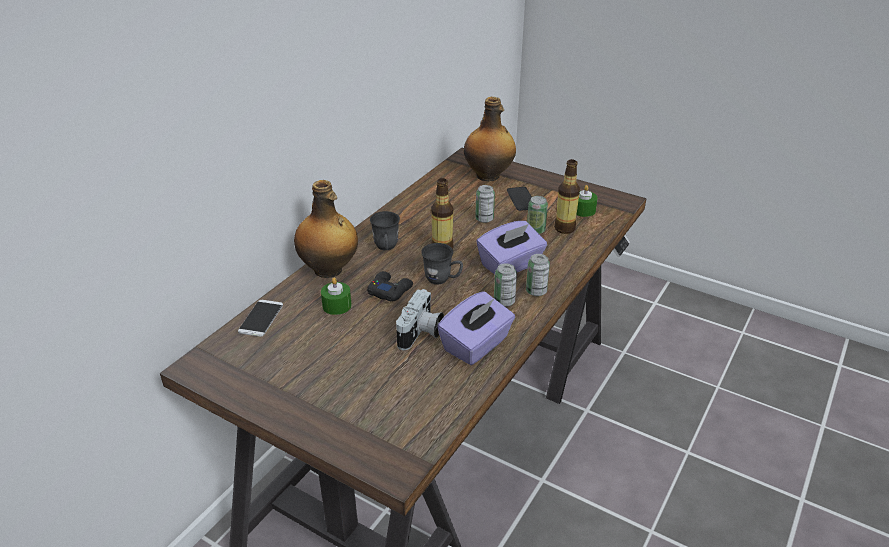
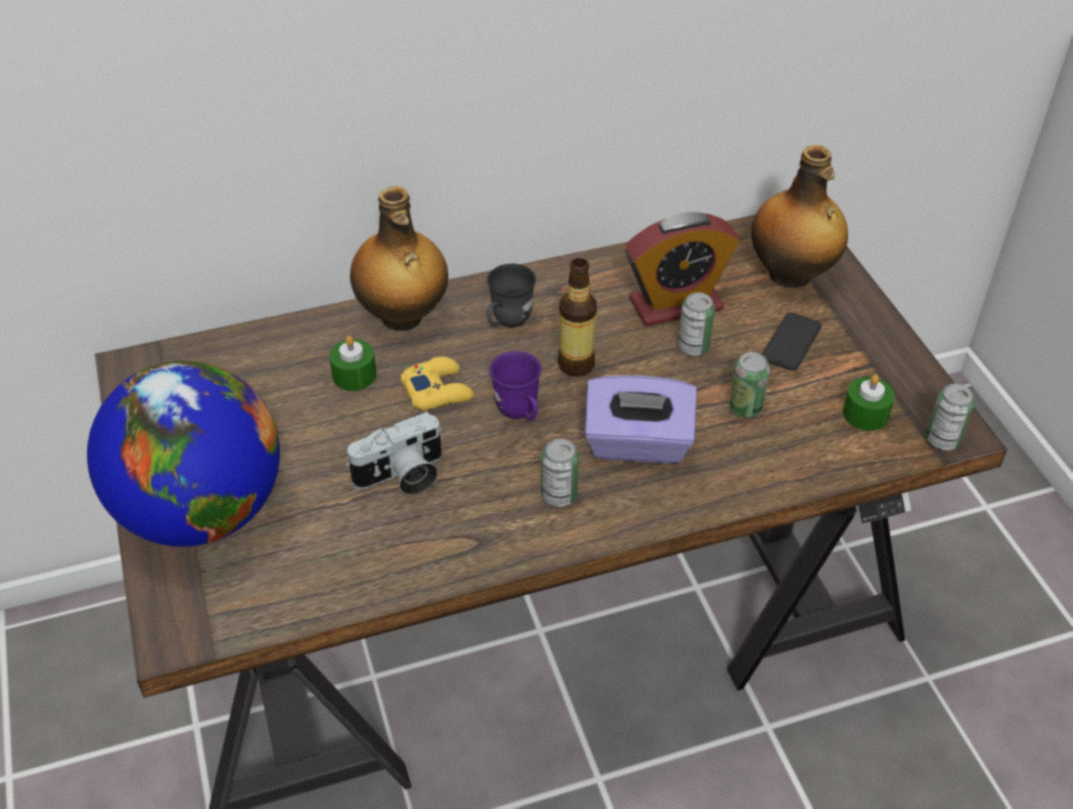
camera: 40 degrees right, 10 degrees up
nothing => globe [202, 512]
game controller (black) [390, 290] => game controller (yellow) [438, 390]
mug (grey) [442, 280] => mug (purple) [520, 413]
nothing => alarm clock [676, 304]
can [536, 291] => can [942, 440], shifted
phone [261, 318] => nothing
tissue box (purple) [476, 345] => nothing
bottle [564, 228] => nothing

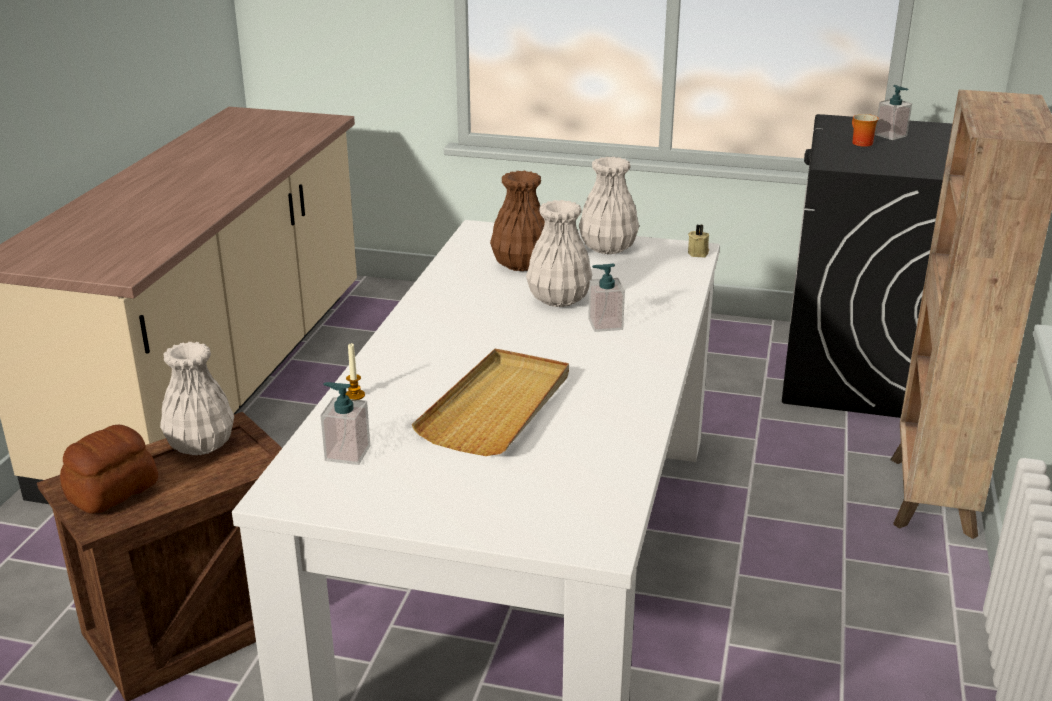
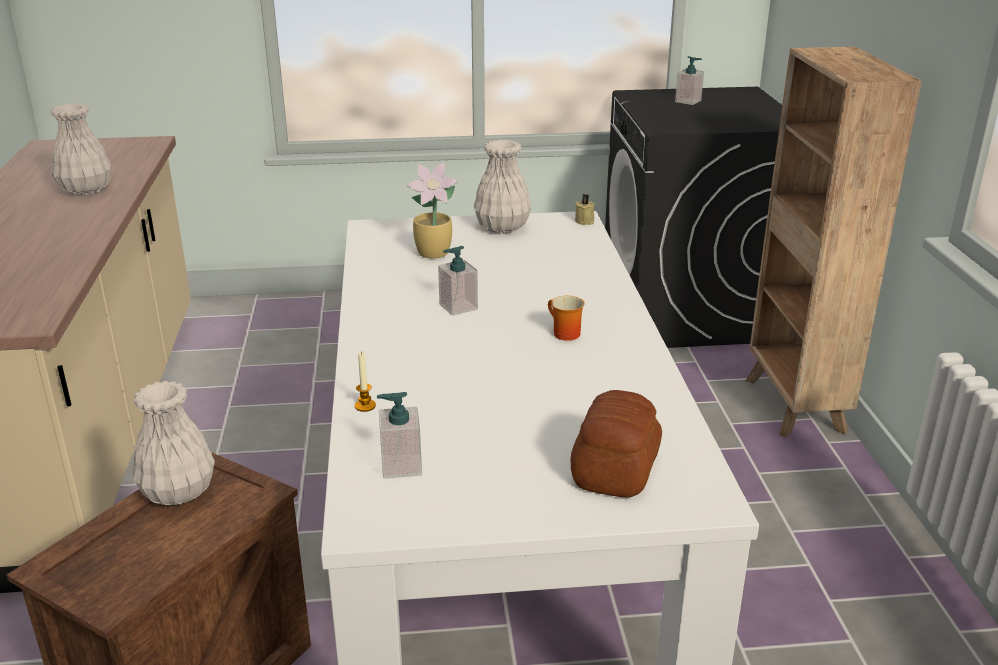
camera: 20 degrees left, 0 degrees up
vase (white) [559, 299] => vase (white) [86, 190], shifted
vase (brown) [522, 264] => potted plant [435, 253]
soap dispenser [605, 324] => soap dispenser [458, 307], shifted
mug [859, 143] => mug [563, 333], shifted
bread [111, 491] => bread [613, 470], shifted
tray (beige) [497, 406] => nothing

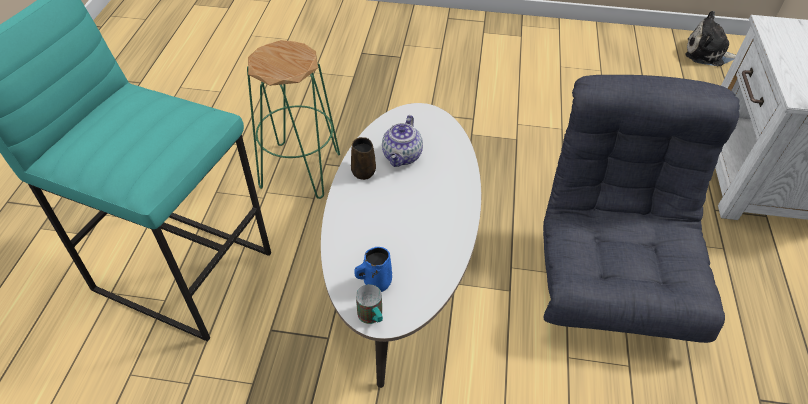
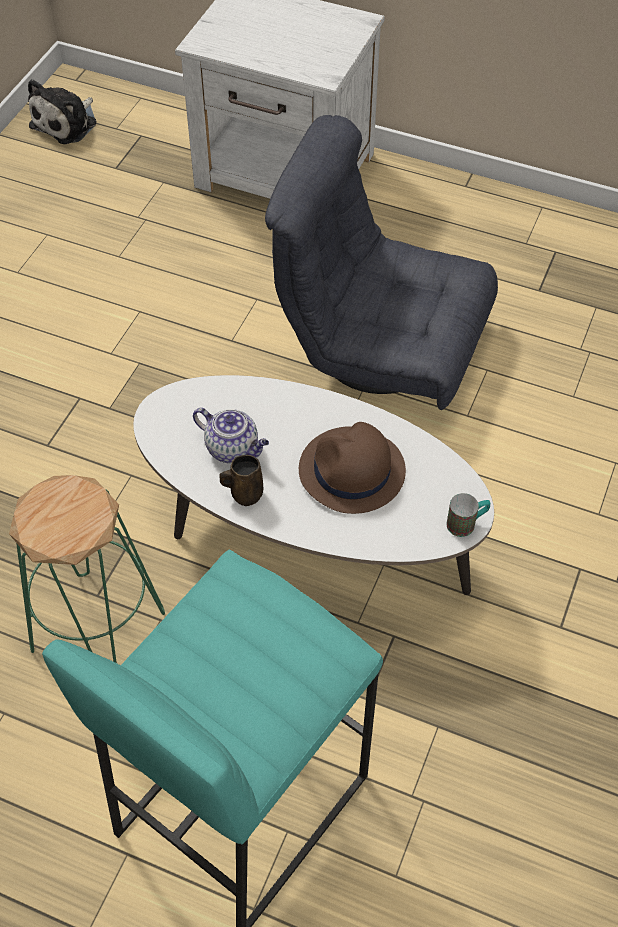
camera: 75 degrees left, 5 degrees up
nothing => hat (brown) [351, 471]
mug (blue) [375, 282] => nothing

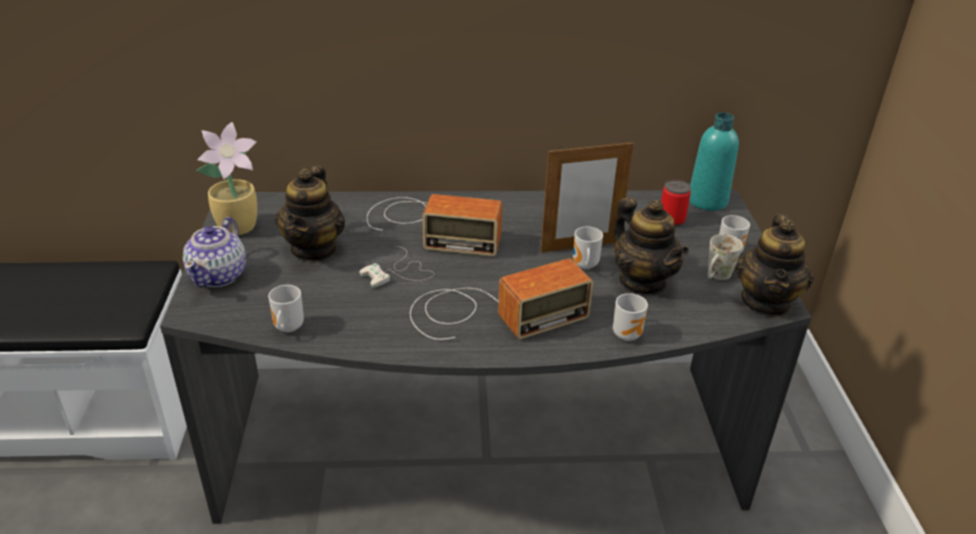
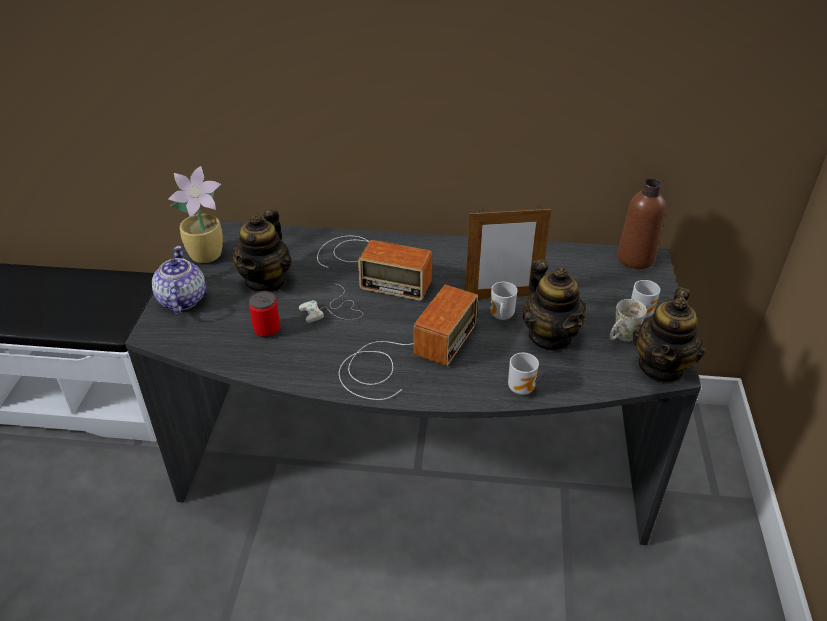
camera: 10 degrees right, 5 degrees up
teapot [219, 275] => teapot [181, 300], 150 degrees clockwise
can [671, 220] => can [267, 330], shifted
radio [491, 313] => radio [404, 356], 45 degrees counterclockwise
bottle (turquoise) [707, 201] => bottle (brown) [635, 258]
mug [287, 328] => nothing

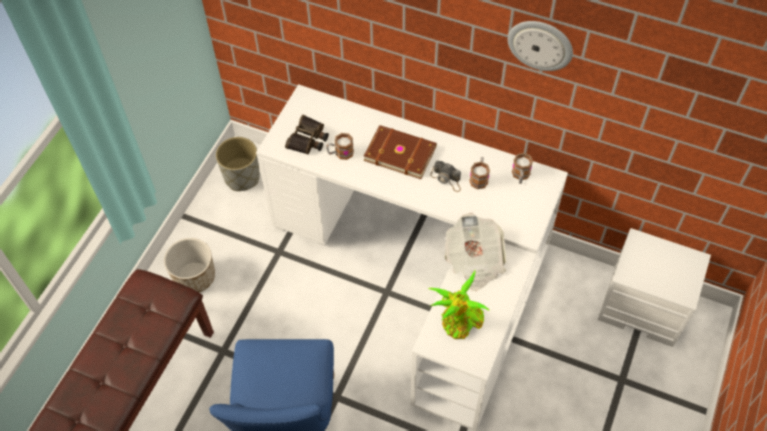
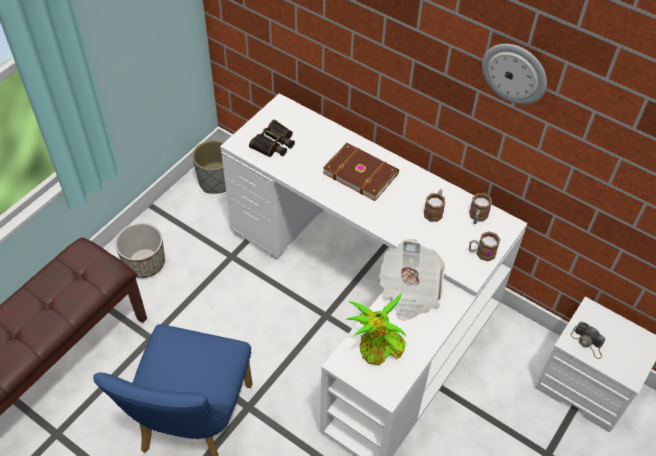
camera: 10 degrees right, 5 degrees down
mug [340, 153] => mug [481, 253], shifted
photo camera [447, 179] => photo camera [588, 343], shifted

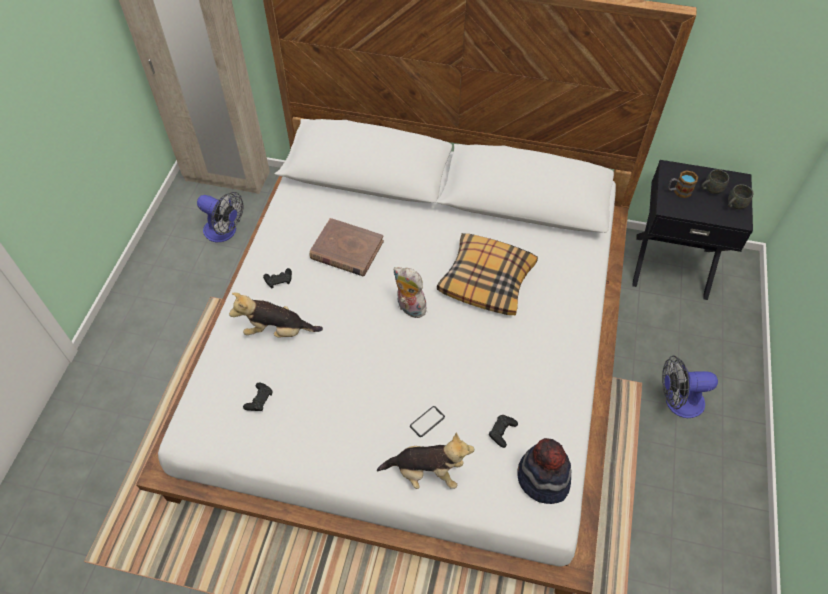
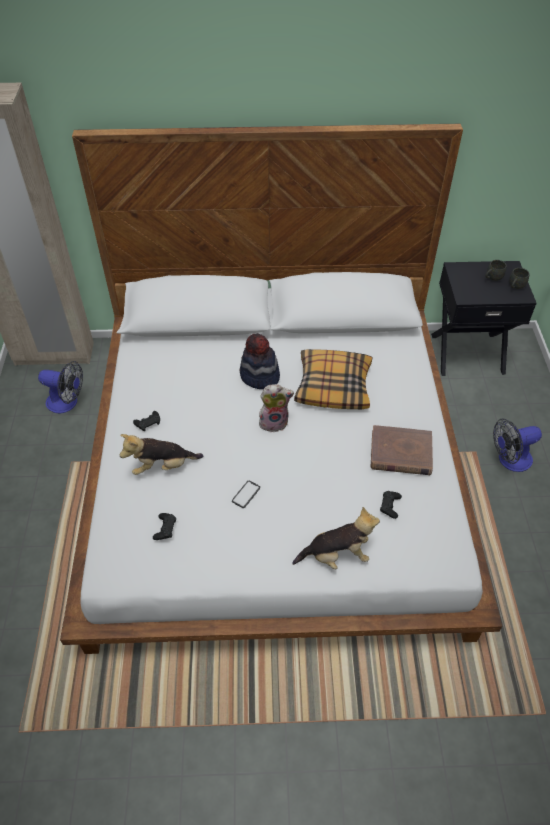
camera: 15 degrees left, 5 degrees down
phone [427, 421] => phone [246, 494], shifted
hat [542, 479] => hat [259, 376], shifted
plush toy [409, 308] => plush toy [274, 422], 150 degrees clockwise
book (brown) [346, 250] => book (brown) [400, 453], shifted
mug [678, 191] => nothing

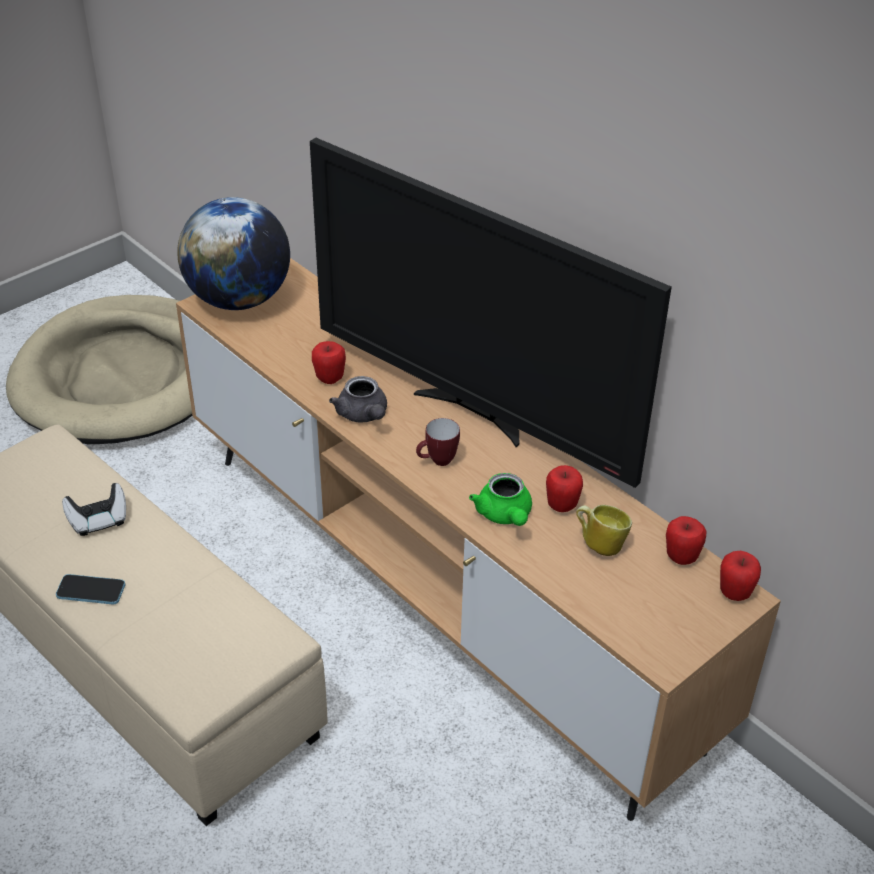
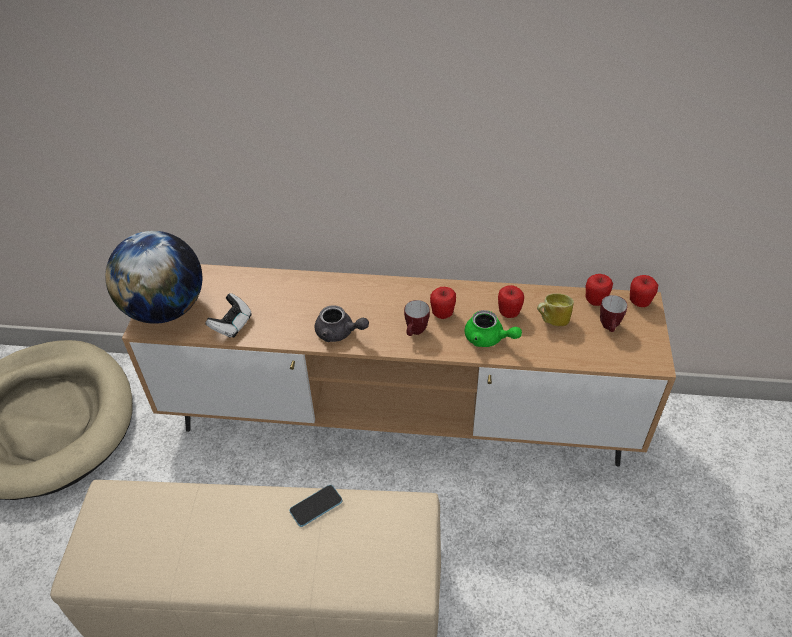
camera: 40 degrees left, 5 degrees up
game controller [98, 520] => game controller [232, 324], shifted
phone [91, 591] => phone [316, 506], shifted
apple [329, 378] => apple [442, 314], shifted
nothing => mug [609, 328]
television [474, 413] => nothing

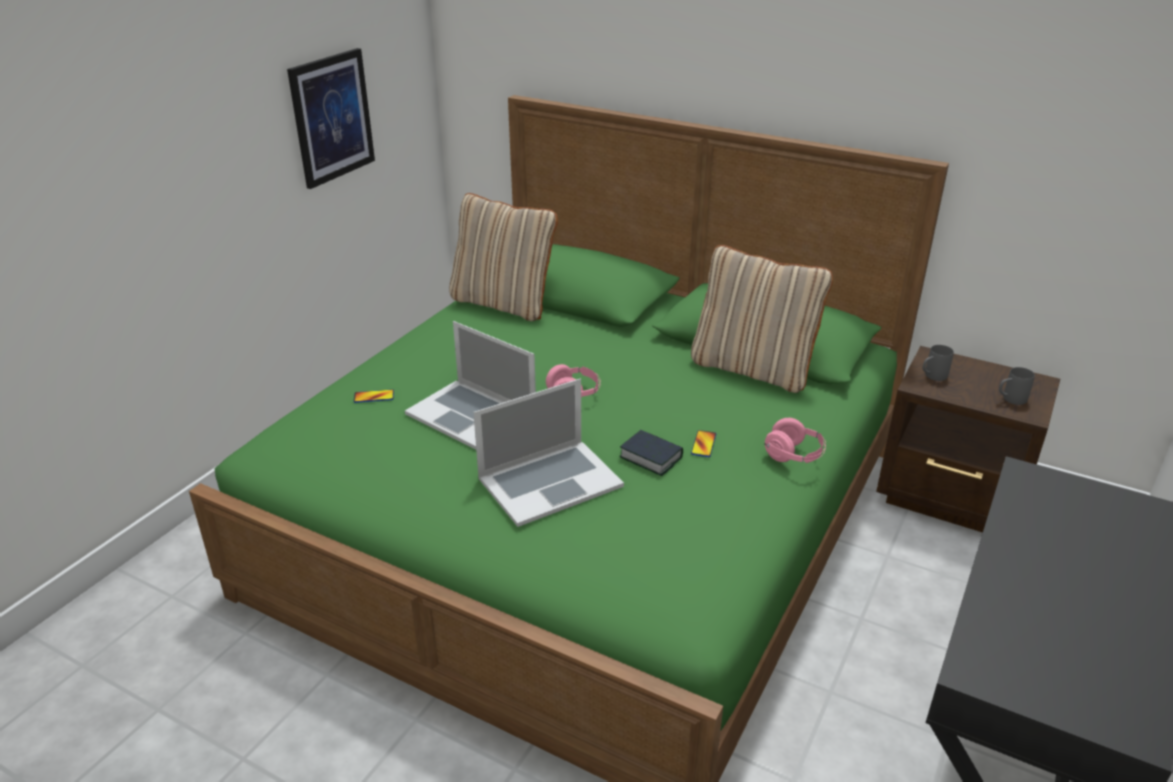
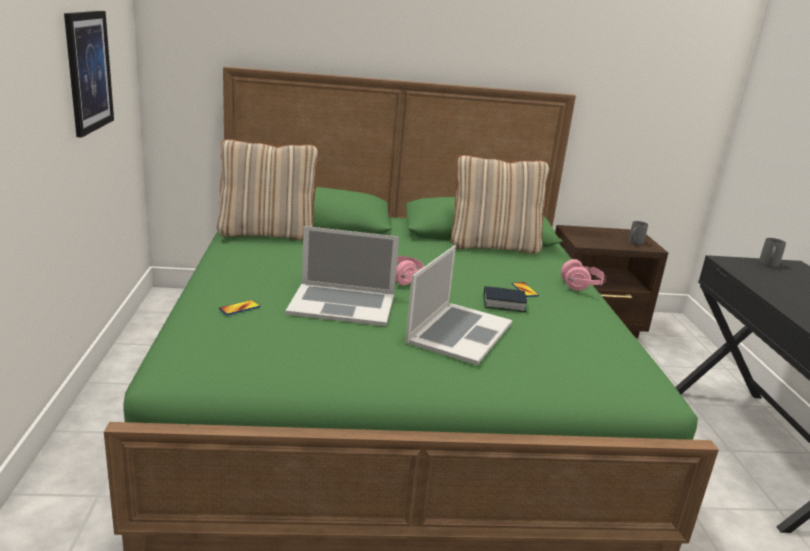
camera: 35 degrees left, 10 degrees down
mug (grey) [932, 376] => mug (grey) [768, 265], shifted

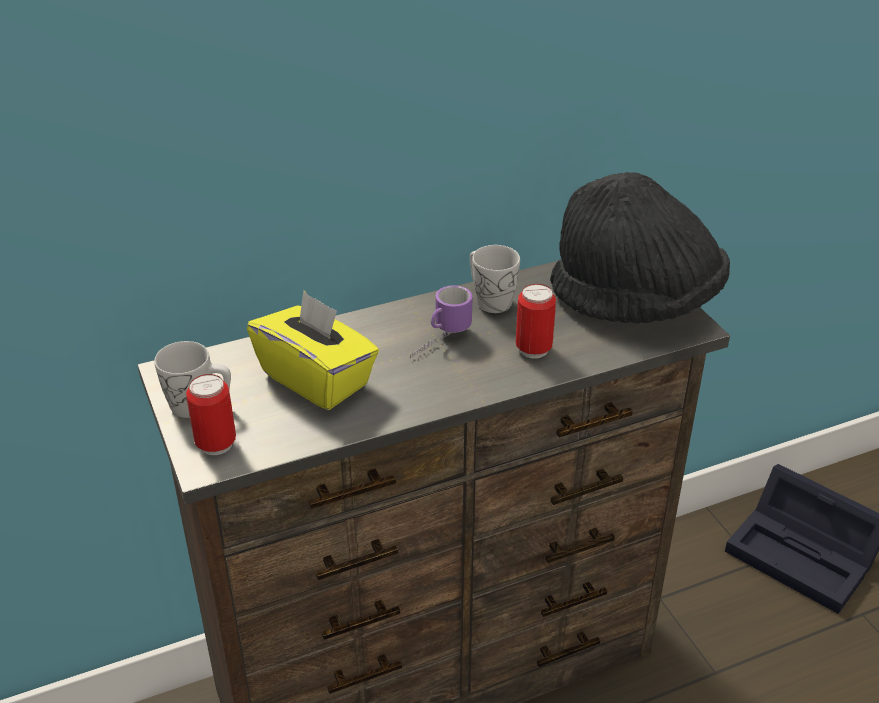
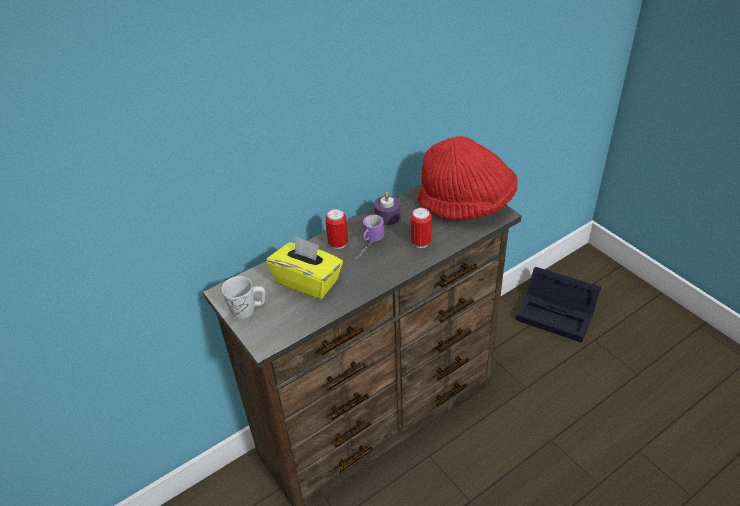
camera: 10 degrees left, 5 degrees up
can [216, 444] => can [338, 243], shifted
mug (white) [489, 299] => candle (purple) [387, 216]
hat (black) [635, 303] => hat (red) [466, 205]

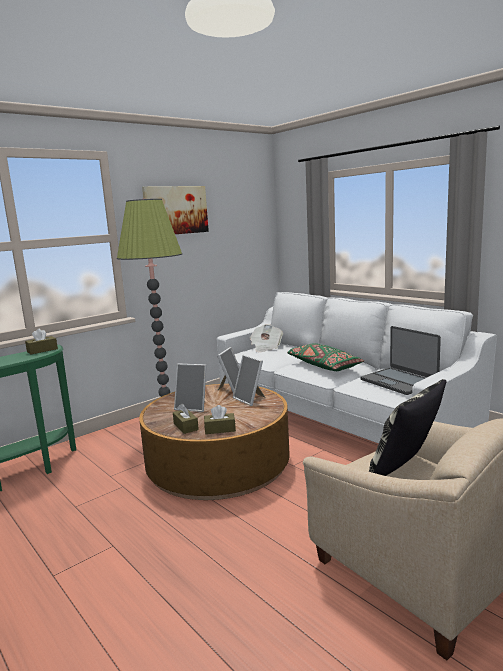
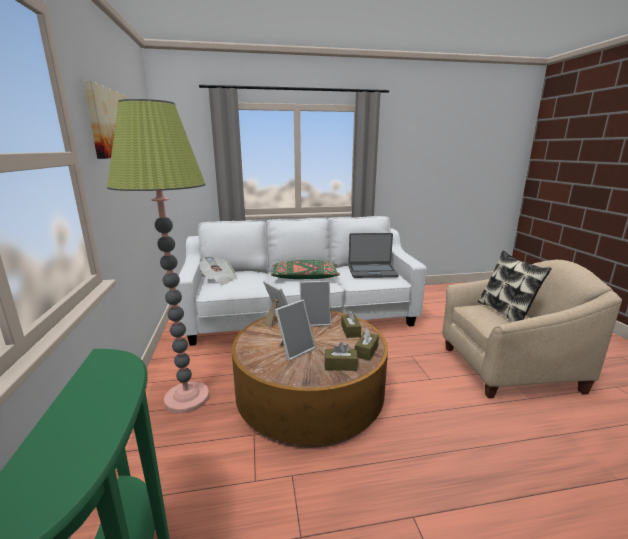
camera: 60 degrees left, 5 degrees up
tissue box (brown) [42, 350] => tissue box (brown) [350, 331], shifted

